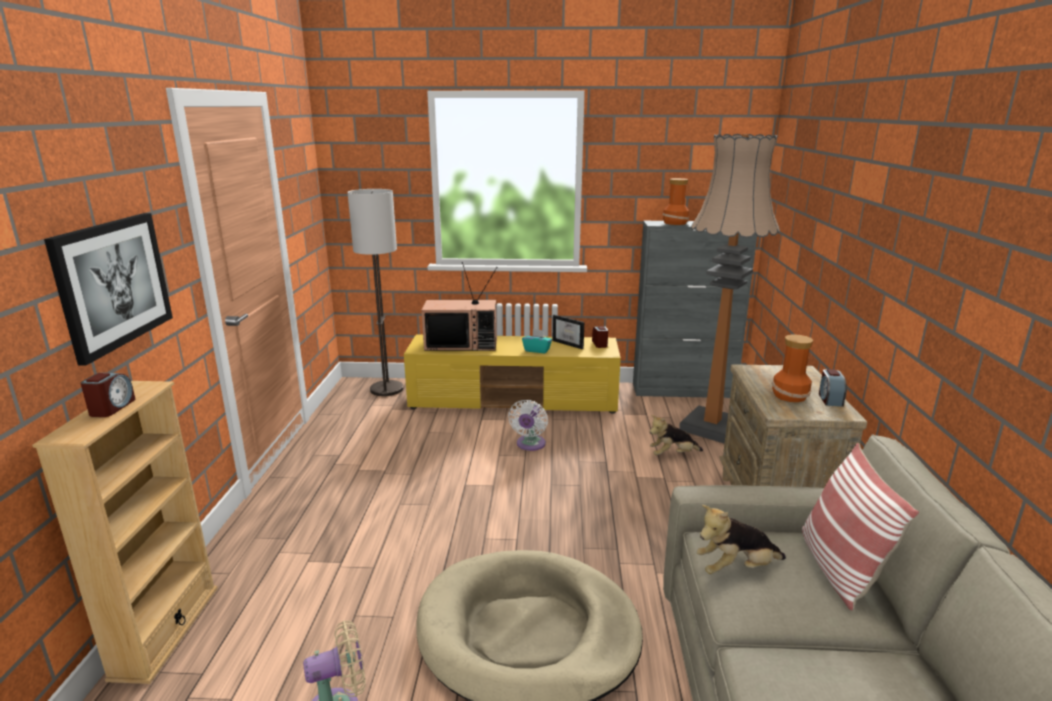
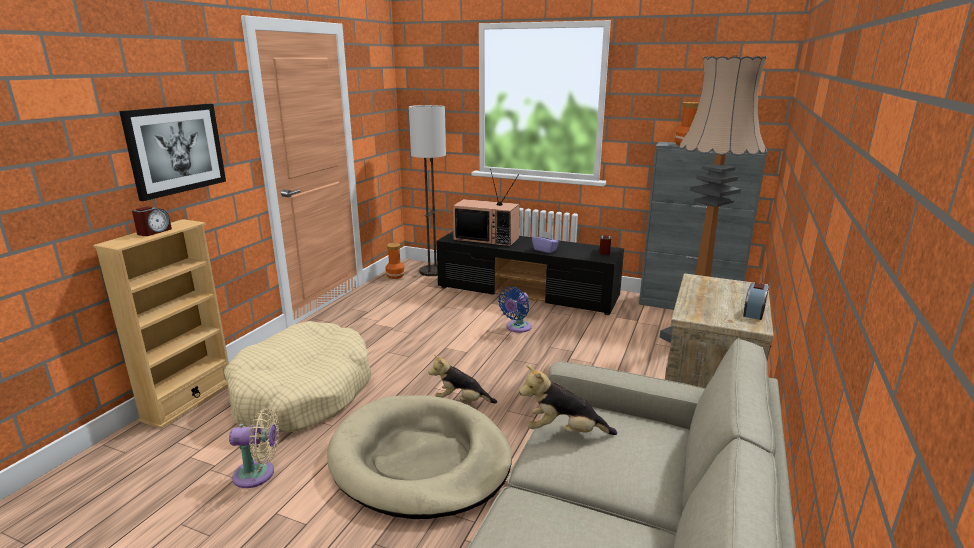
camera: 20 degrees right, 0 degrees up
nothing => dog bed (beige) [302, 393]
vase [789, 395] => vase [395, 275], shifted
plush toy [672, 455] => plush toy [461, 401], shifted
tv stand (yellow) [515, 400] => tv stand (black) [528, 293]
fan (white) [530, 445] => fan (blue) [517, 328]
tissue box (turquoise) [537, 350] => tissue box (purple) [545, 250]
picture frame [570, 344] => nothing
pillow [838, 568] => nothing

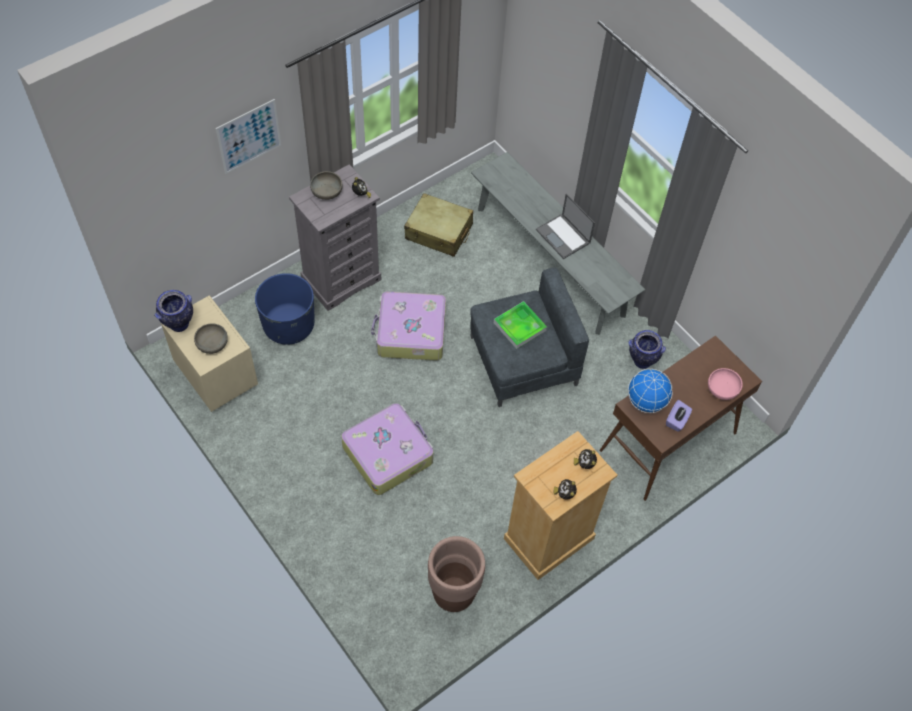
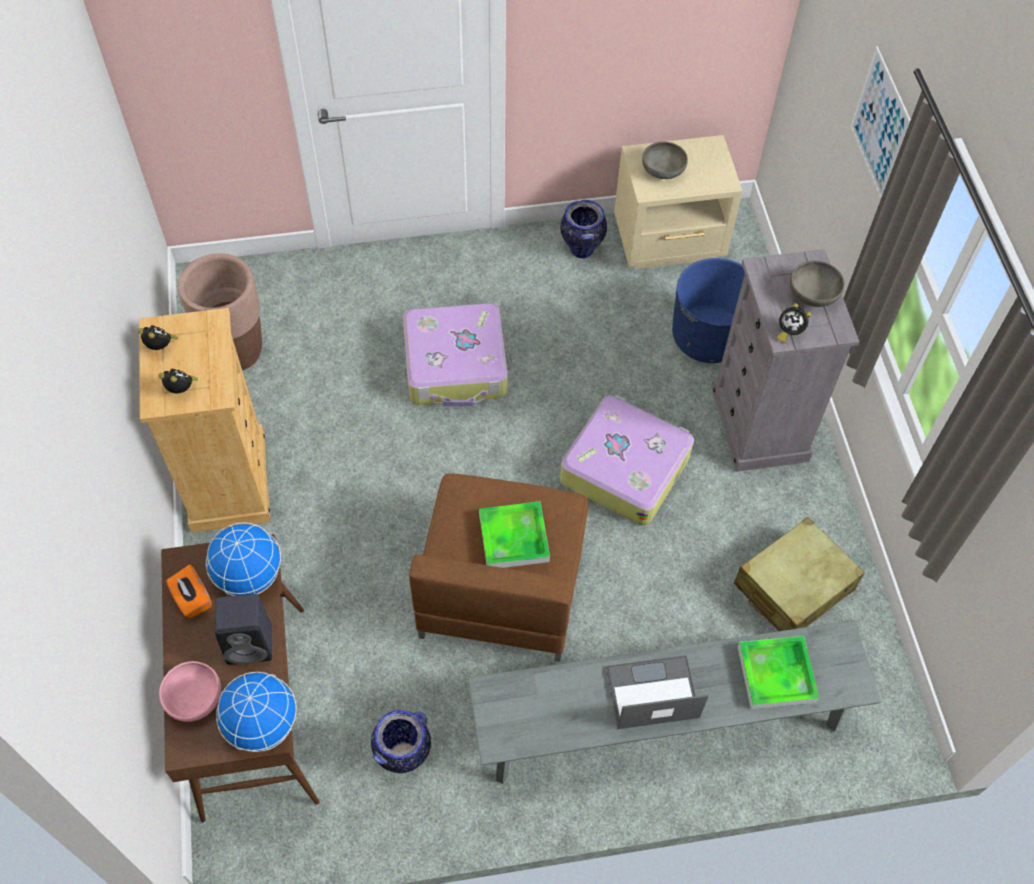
camera: 120 degrees right, 0 degrees up
tissue box (purple) [677, 420] => tissue box (orange) [192, 599]
nothing => speaker (black) [251, 643]
nothing => globe [262, 725]
armchair (grey) [522, 360] => armchair (brown) [502, 586]
vase [179, 325] => vase [581, 249], shifted
nothing => tray [776, 674]

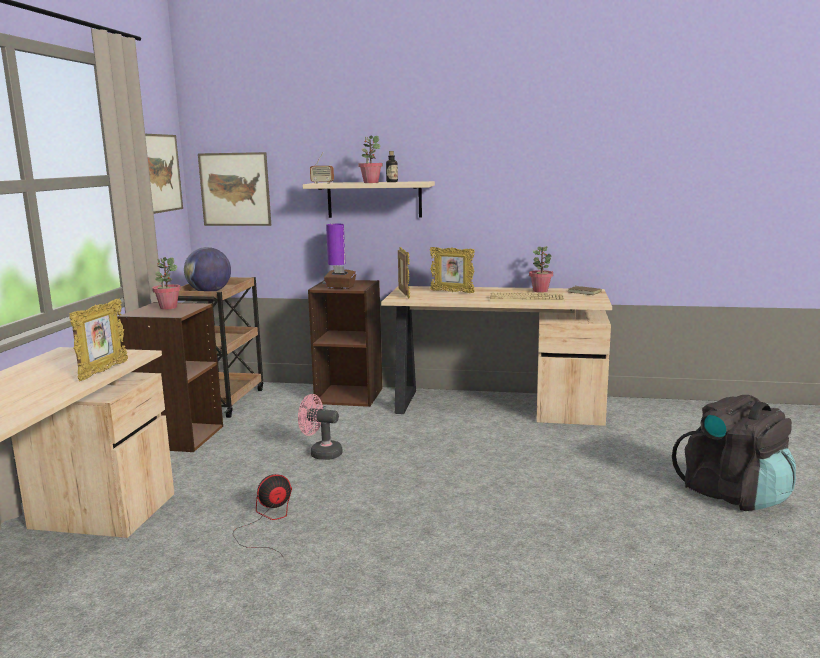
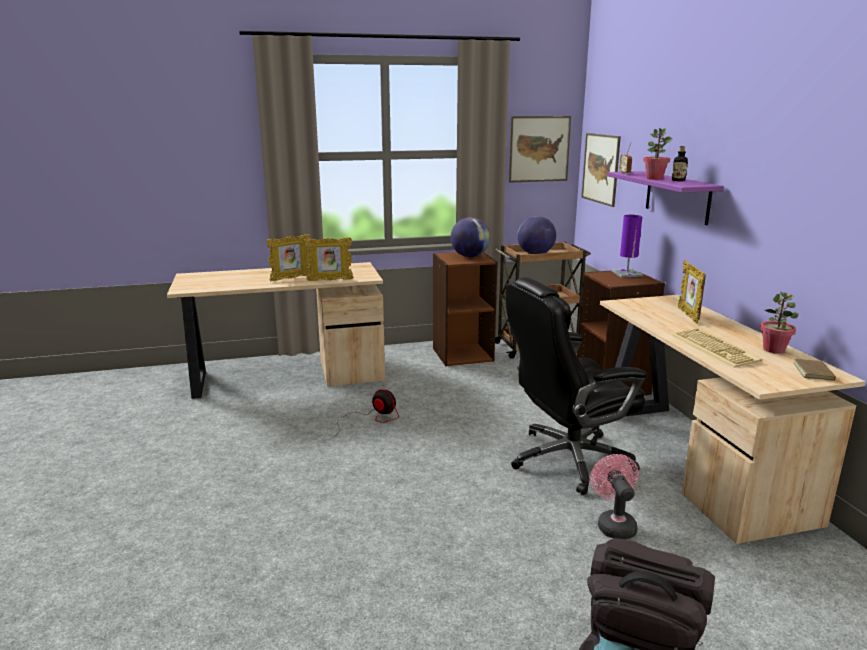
camera: 65 degrees right, 5 degrees up
picture frame [403, 294] => picture frame [291, 278], shifted
potted plant [168, 307] => globe [469, 256]
nothing => office chair (black) [568, 460]
fan (pink) [321, 453] => fan (pink) [614, 524], shifted
shelf (beige) [374, 199] => shelf (purple) [677, 197]
tissue box (brown) [340, 287] => nothing

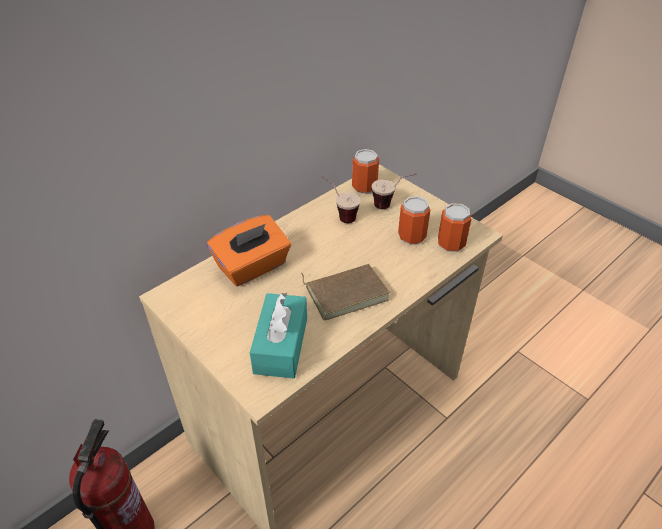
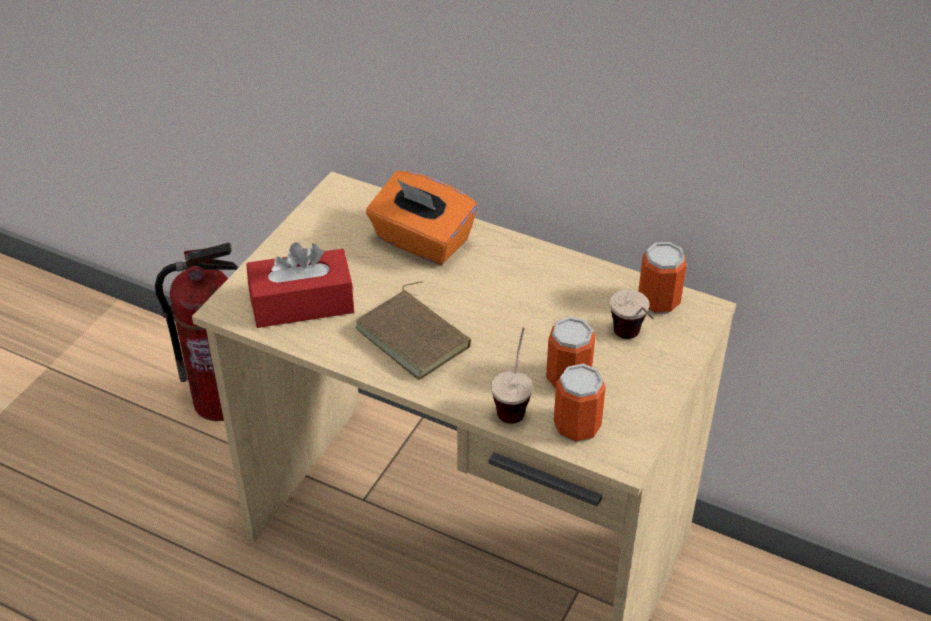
camera: 70 degrees right, 0 degrees up
tissue box (turquoise) [281, 345] => tissue box (red) [302, 303]
cup [339, 215] => cup [514, 401], shifted

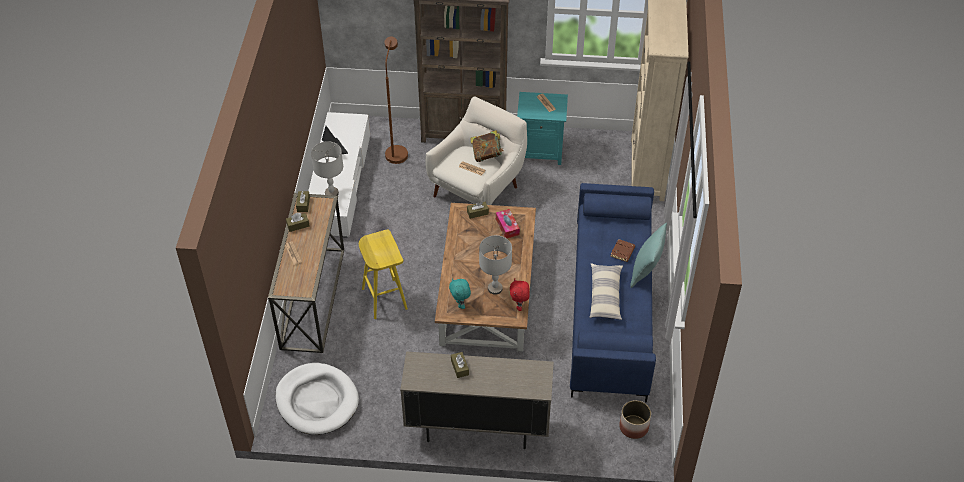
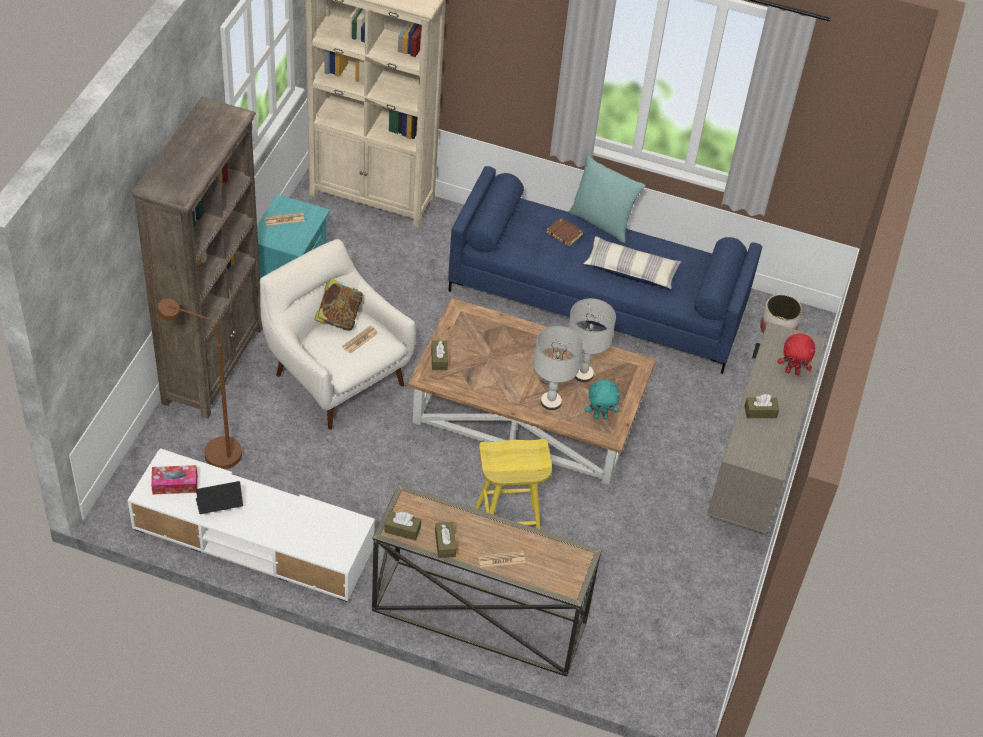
camera: 80 degrees left, 0 degrees up
tissue box [507, 226] => tissue box [175, 484], shifted
table lamp (grey) [331, 193] => table lamp (grey) [551, 402], shifted
plush toy (red) [519, 306] => plush toy (red) [792, 371], shifted
dog bed (white) [317, 401] => nothing

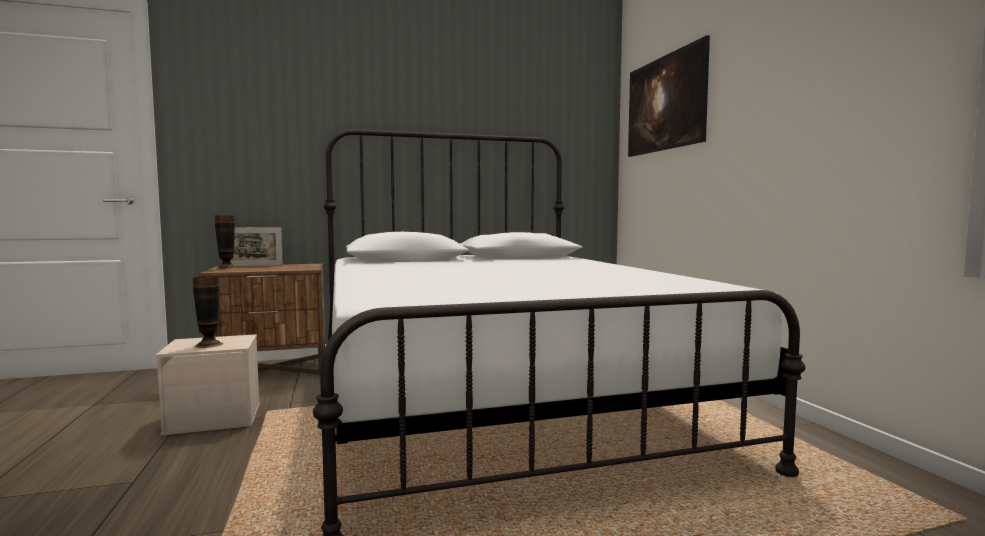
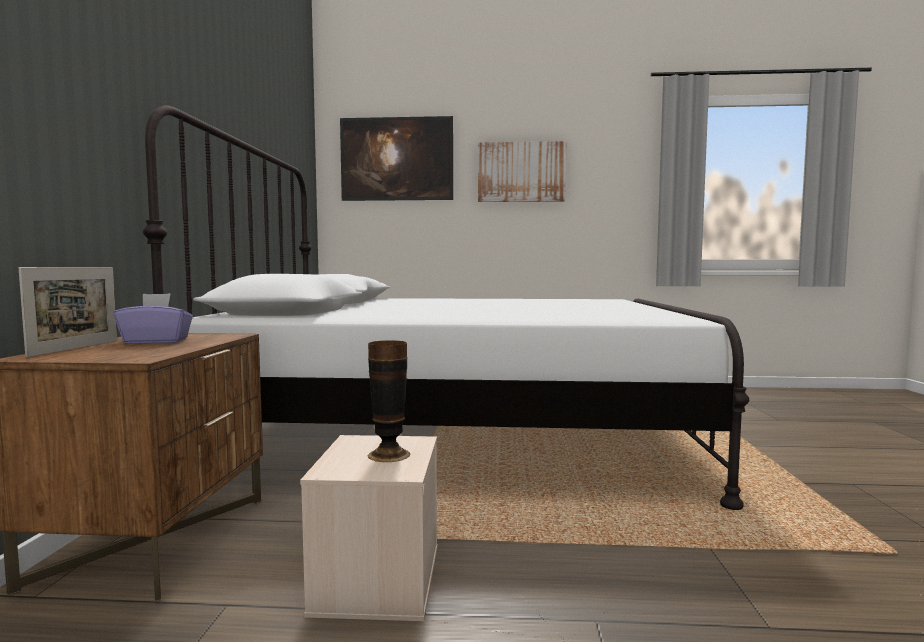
camera: 70 degrees left, 0 degrees up
nothing => tissue box (purple) [156, 341]
nothing => picture [521, 172]
vase [226, 268] => nothing

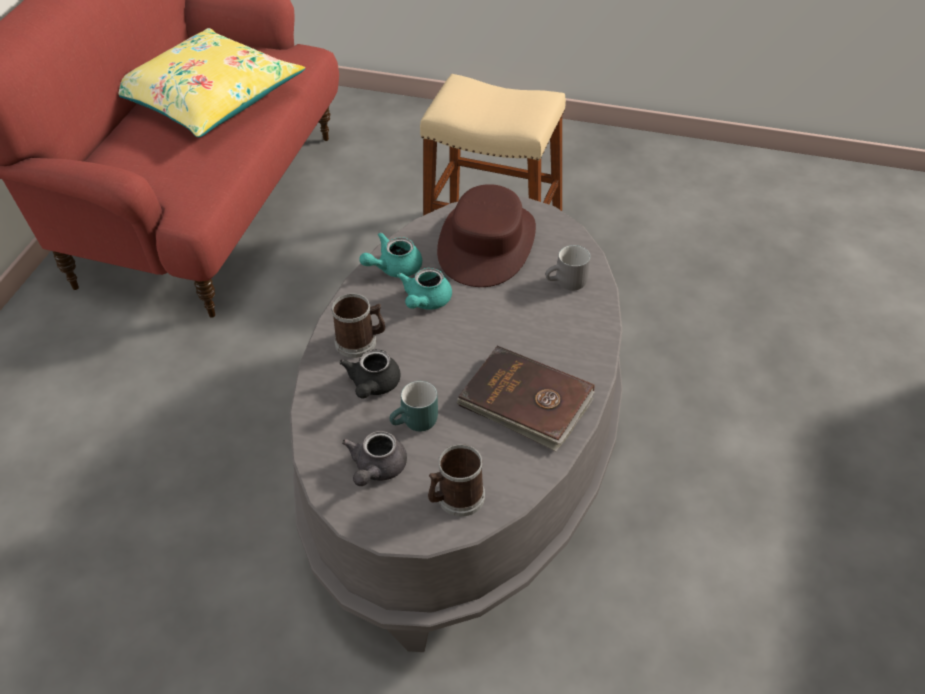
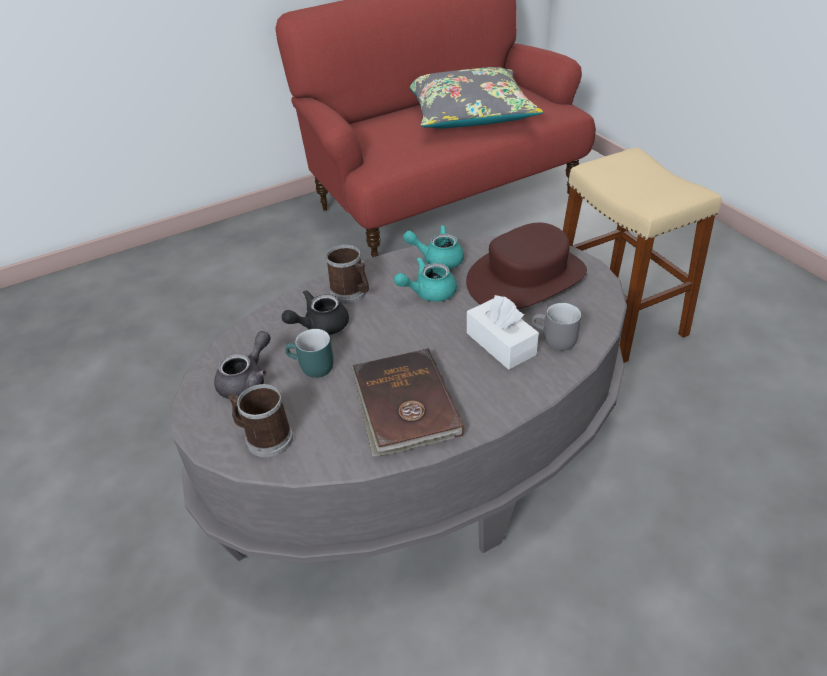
camera: 45 degrees right, 5 degrees down
teapot (grey) [376, 469] => teapot (grey) [247, 380], 150 degrees clockwise
pillow (yellow) [208, 99] => pillow (grey) [469, 114]
nothing => tissue box (white) [500, 344]

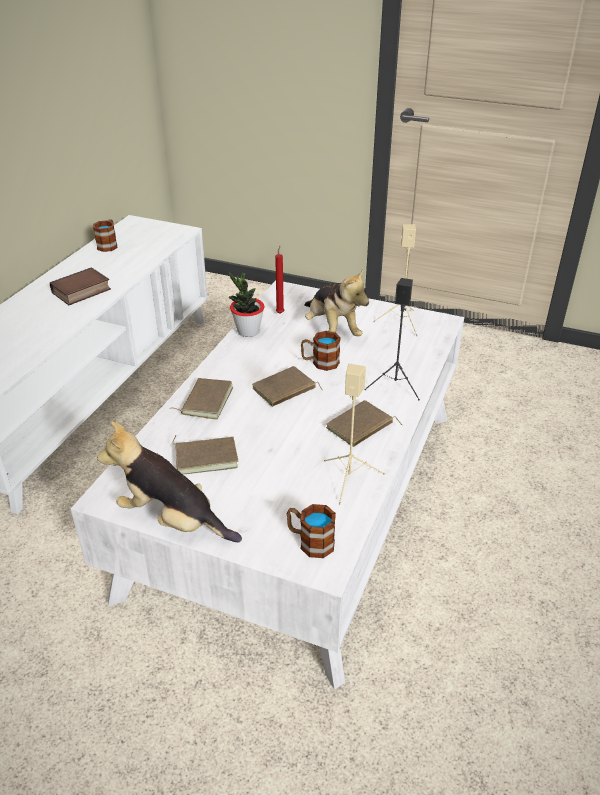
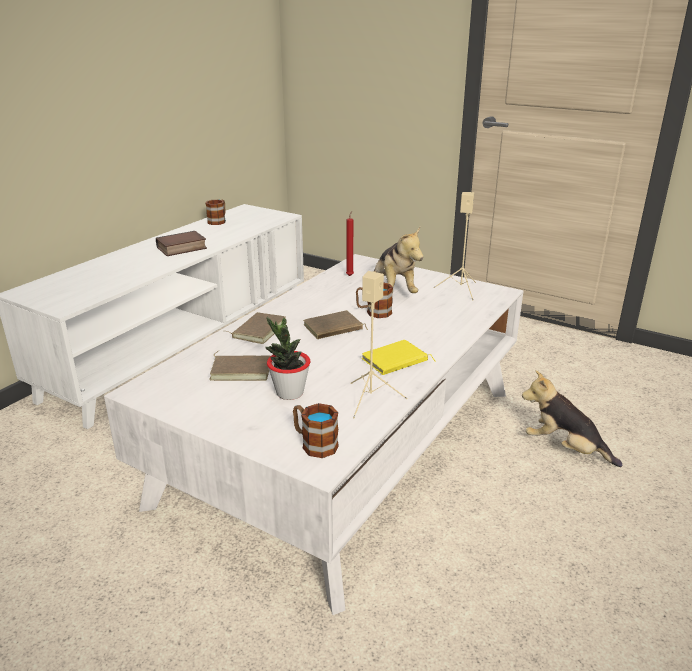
camera: 10 degrees right, 10 degrees down
potted plant [248, 331] => potted plant [289, 393], shifted
book (brown) [360, 427] => book (yellow) [395, 361]
plush toy [172, 520] => plush toy [564, 448], shifted
speaker (black) [396, 386] => nothing

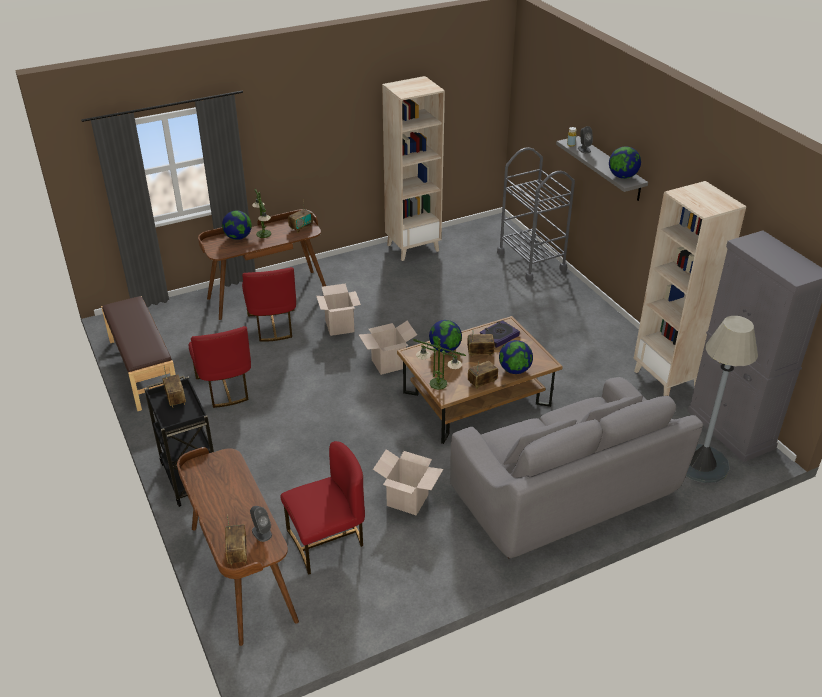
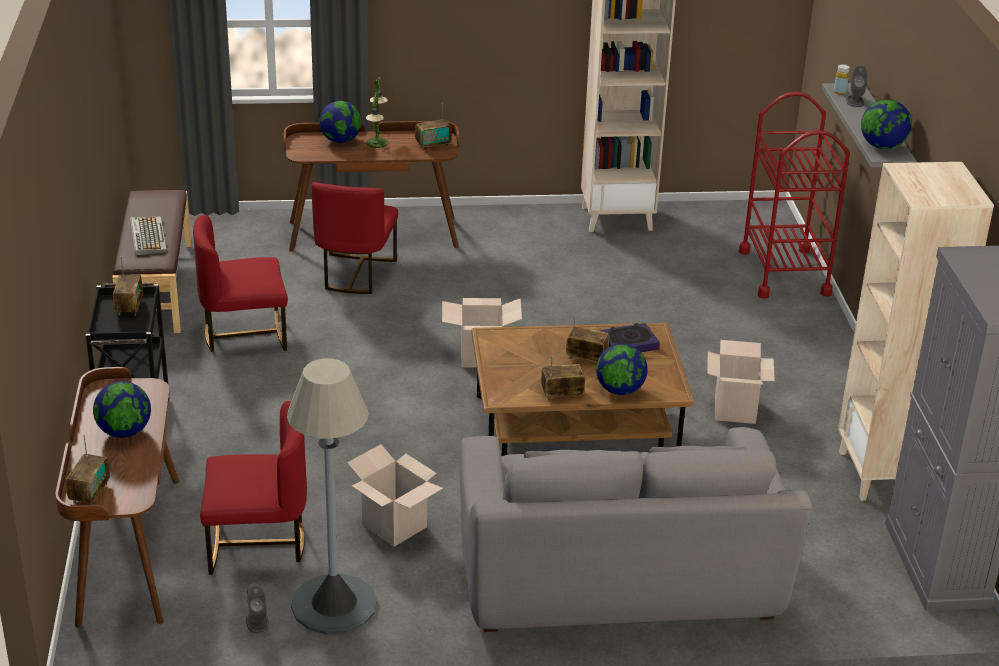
camera: 20 degrees right, 5 degrees down
globe [445, 349] => globe [124, 432], shifted
nothing => keyboard [147, 236]
chair (red) [225, 388] => chair (red) [245, 334], 75 degrees clockwise
speaker (grey) [261, 532] => speaker (grey) [257, 622], shifted
floor lamp (grey) [701, 464] => floor lamp (grey) [334, 605], shifted
cardboard box [339, 326] => cardboard box [735, 409], shifted
cart (grey) [531, 261] => cart (red) [784, 272]
table lamp [438, 384] => nothing

